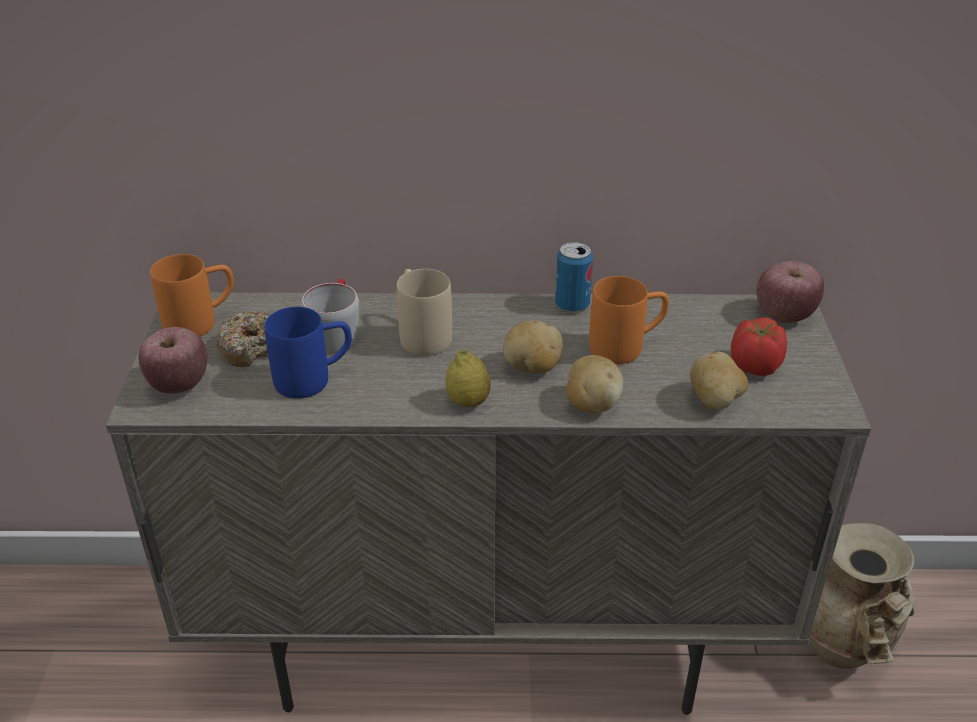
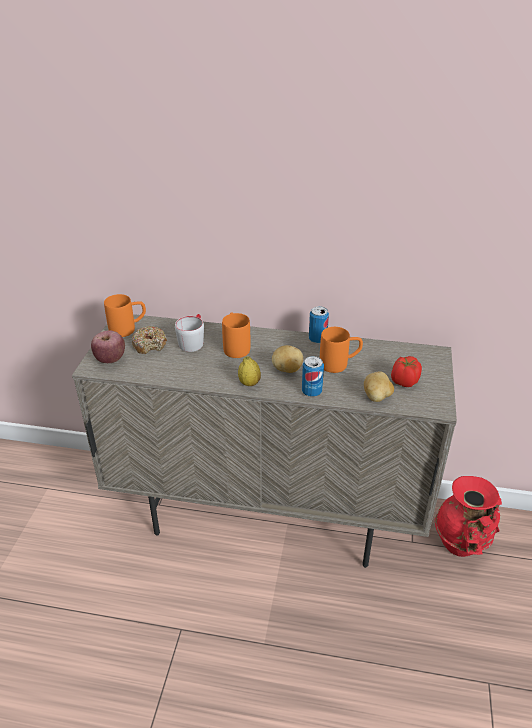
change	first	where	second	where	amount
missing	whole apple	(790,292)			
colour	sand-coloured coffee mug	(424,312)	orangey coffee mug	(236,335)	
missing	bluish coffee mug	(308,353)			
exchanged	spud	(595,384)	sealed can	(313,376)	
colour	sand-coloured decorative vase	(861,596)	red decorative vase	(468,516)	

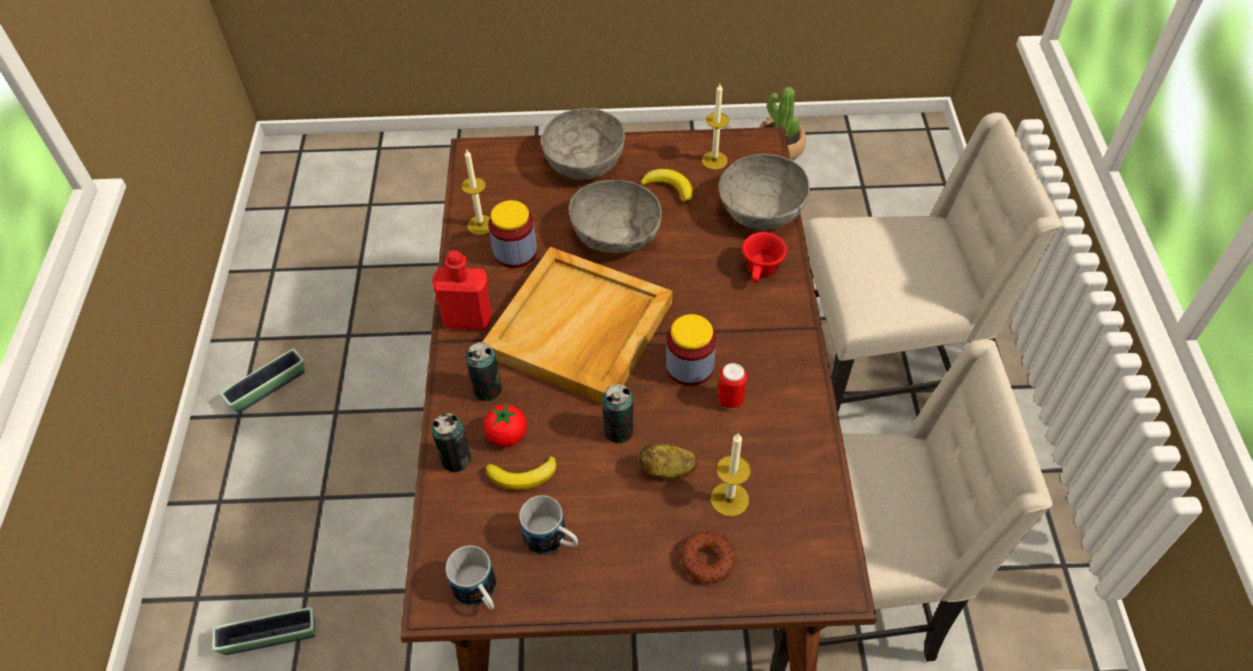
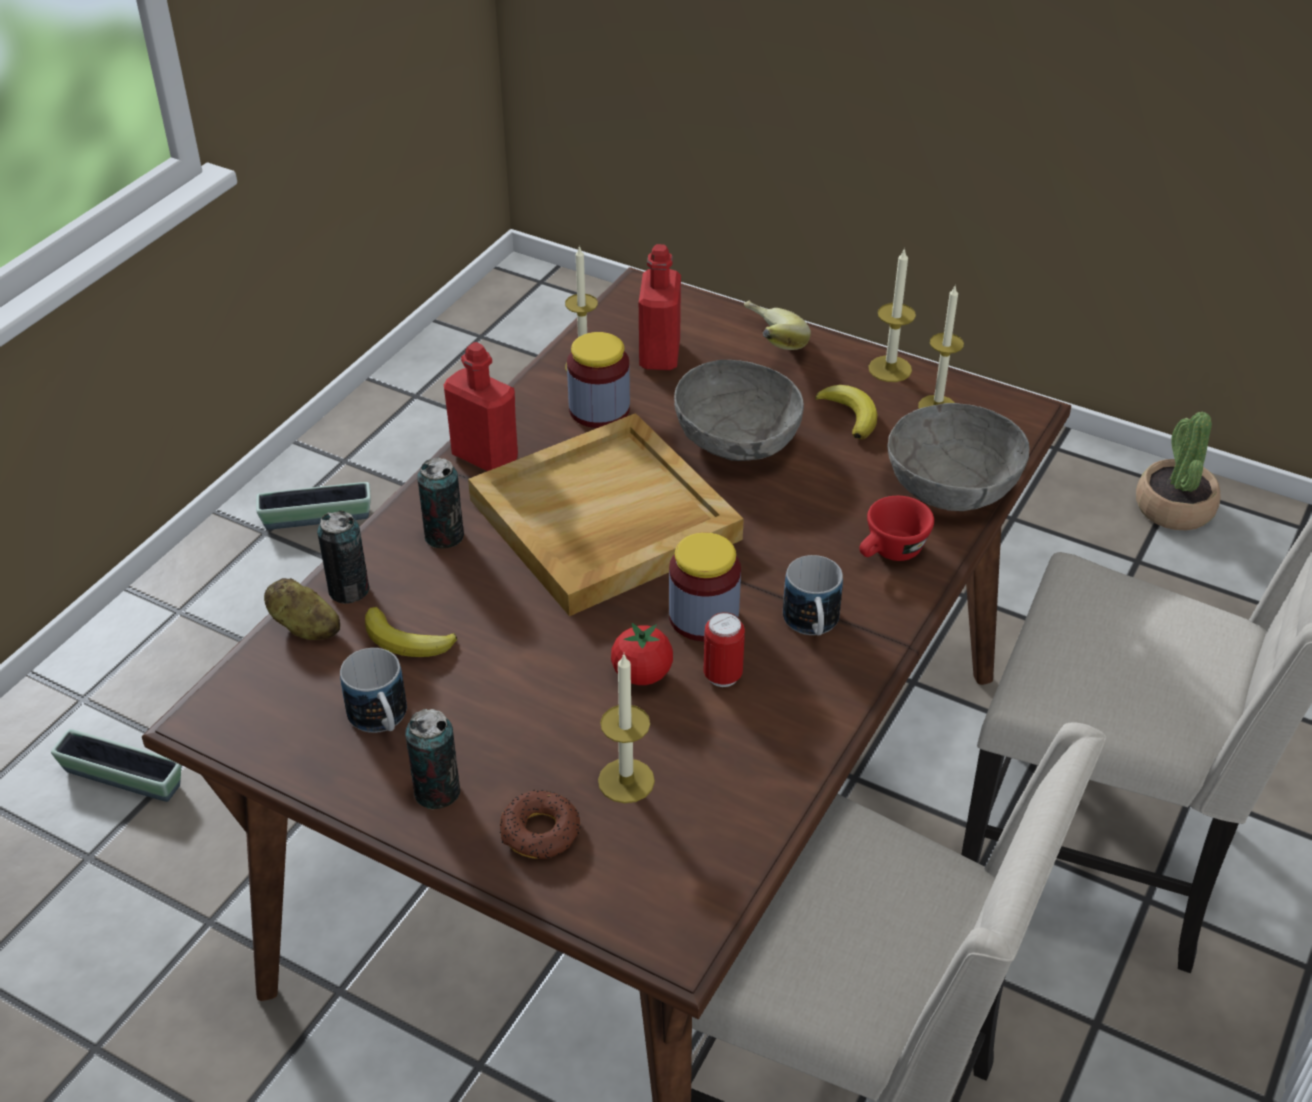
change	first	where	second	where	amount
exchanged	grey bowl	(583,144)	whole banana	(777,325)	
relocated	sealed can	(617,413)		(432,759)	
relocated	fresh tomato	(505,425)		(642,654)	
relocated	spud	(668,461)		(302,609)	
relocated	coffee mug	(471,577)		(813,595)	
appeared			red beverage bottle	(660,307)	
appeared			wax candle	(892,315)	

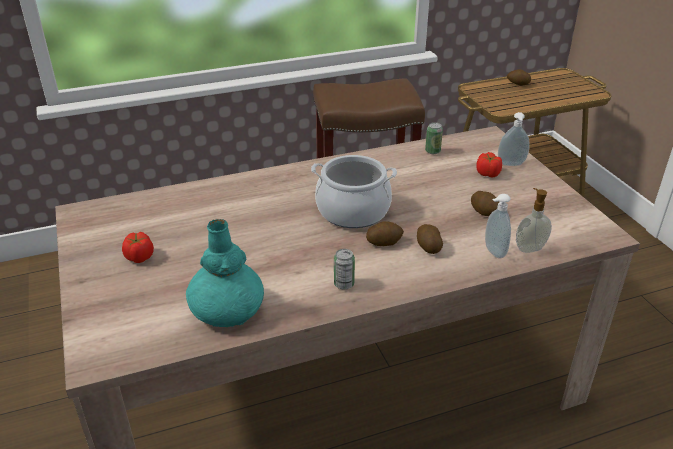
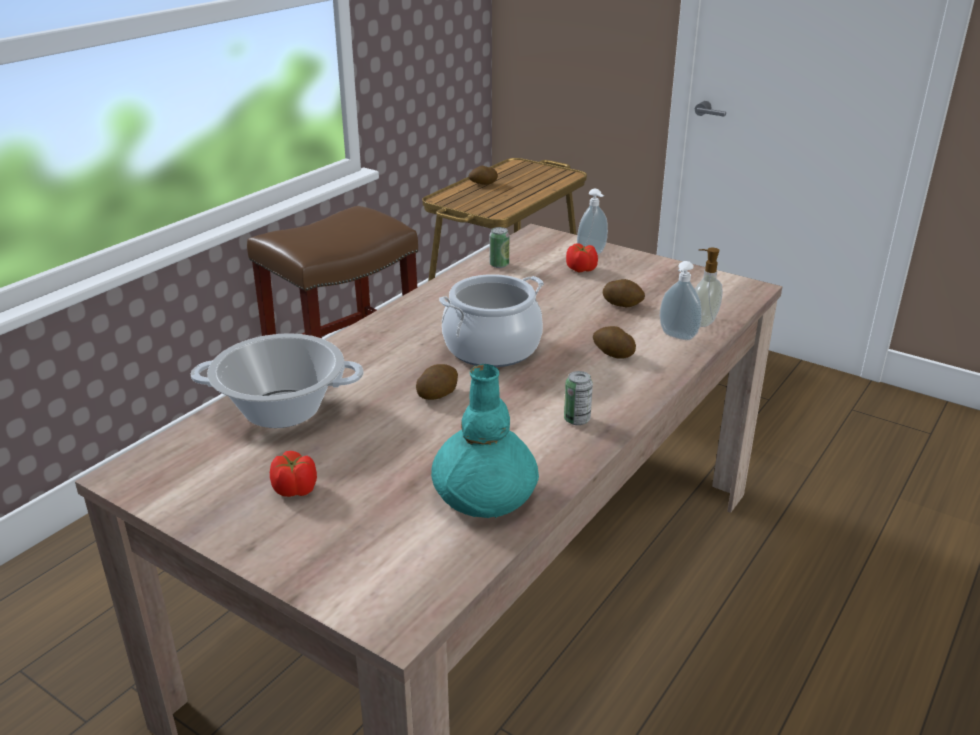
change	first	where	second	where	amount
relocated	spud	(385,233)		(437,382)	
appeared			saucepot	(277,380)	

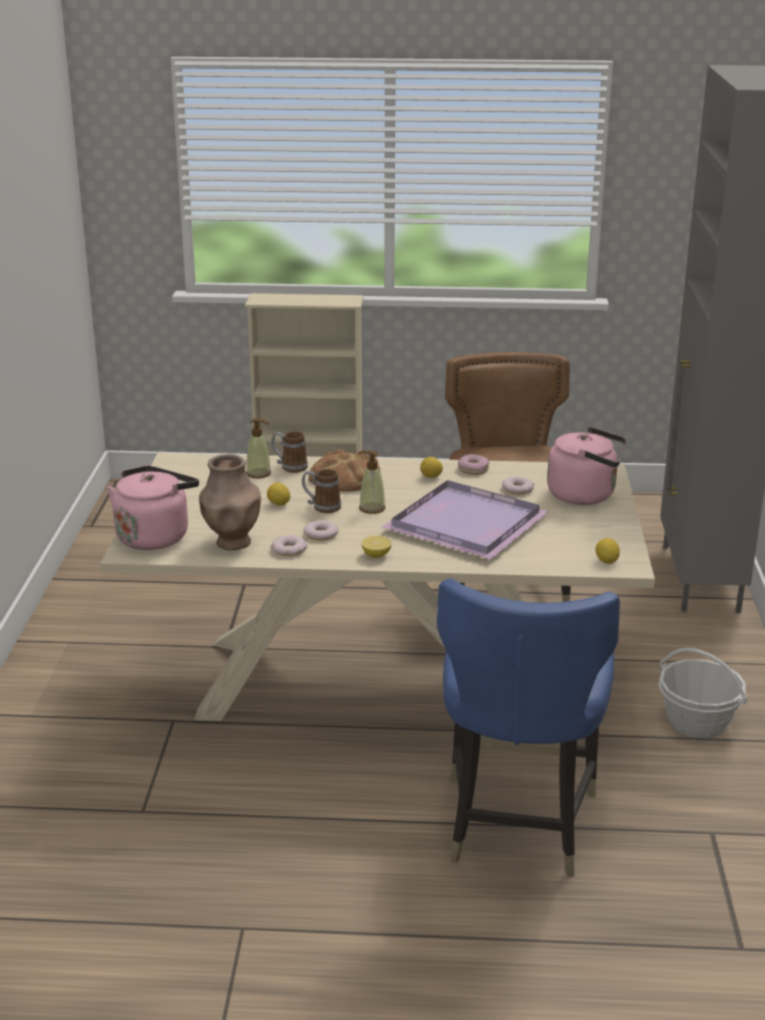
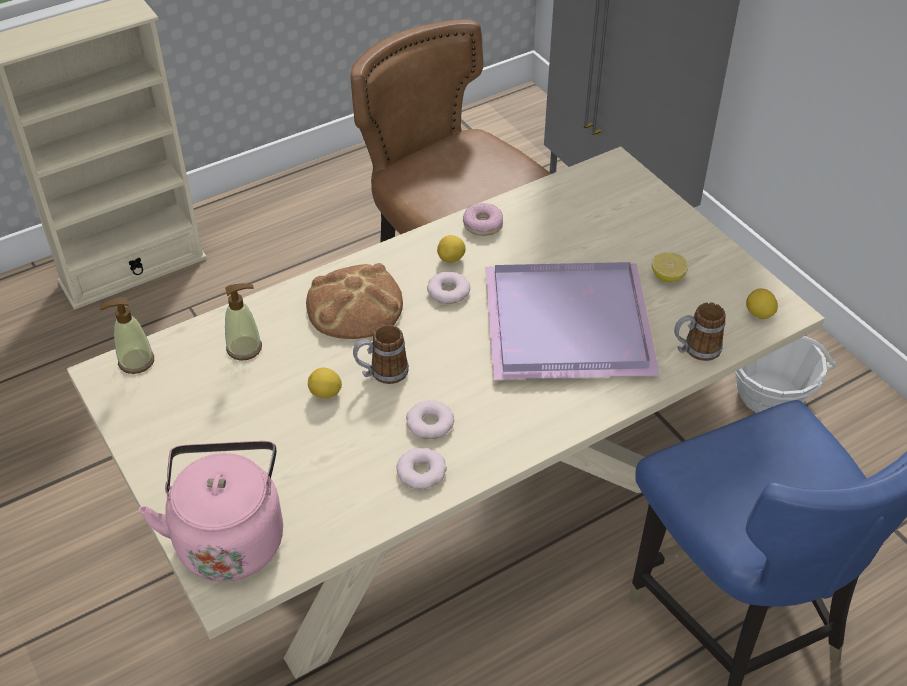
change	first	where	second	where	amount
missing	pink tea kettle	(586,466)			
relocated	coffee mug	(289,452)		(700,331)	
relocated	soap dispenser	(371,482)		(127,335)	
missing	brown-coloured decorative vase	(230,502)			
relocated	ring doughnut	(518,485)		(448,288)	
relocated	whole lemon	(376,547)		(670,267)	

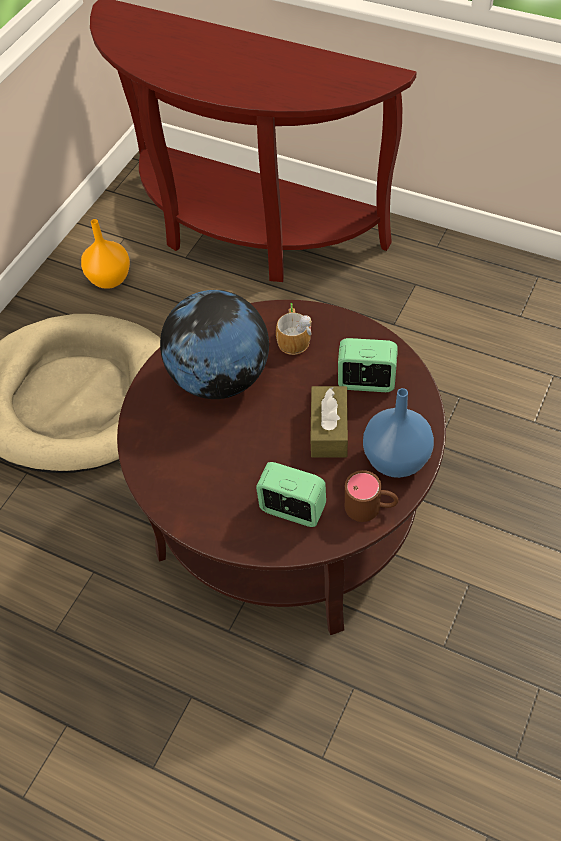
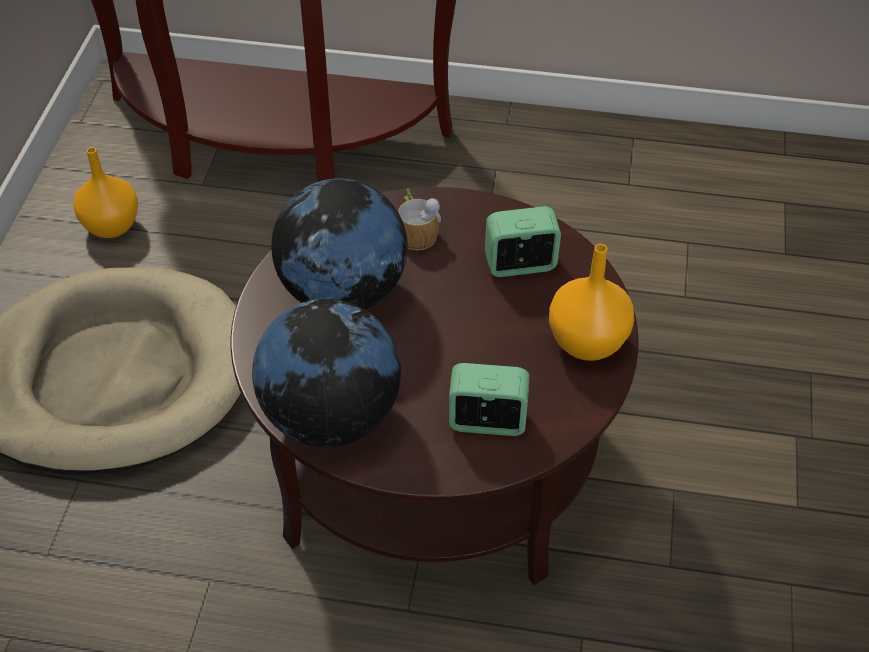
change	first	where	second	where	amount
missing	brown-coloured box of tissues	(329,421)			
colour	bluish decorative vase	(398,433)	orangey decorative vase	(591,302)	
missing	brown-coloured coffee mug	(371,496)			
appeared			desk globe	(326,373)	

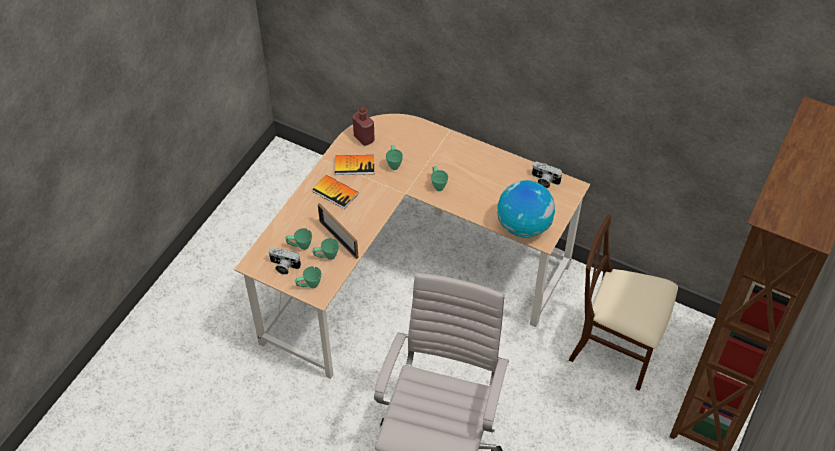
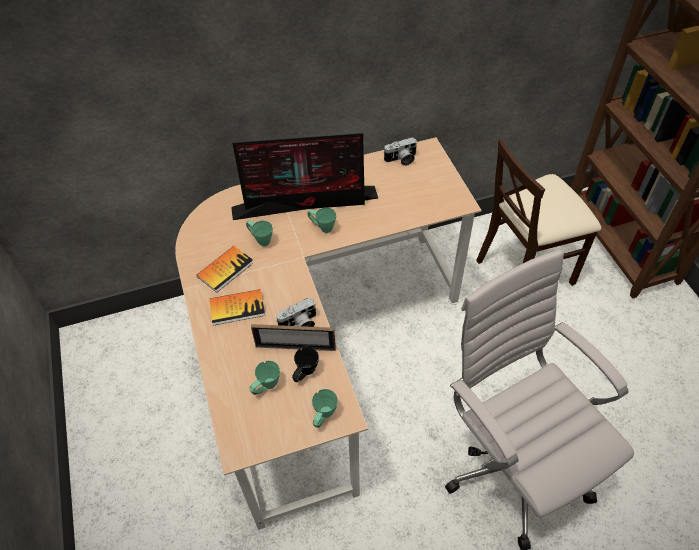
change	first	where	second	where	amount
missing	red beverage bottle	(363,126)			
missing	desk globe	(526,209)			
colour	green coffee mug	(325,249)	black-coloured coffee mug	(305,364)	
relocated	still camera	(284,261)		(296,312)	
appeared			computer display	(304,176)	

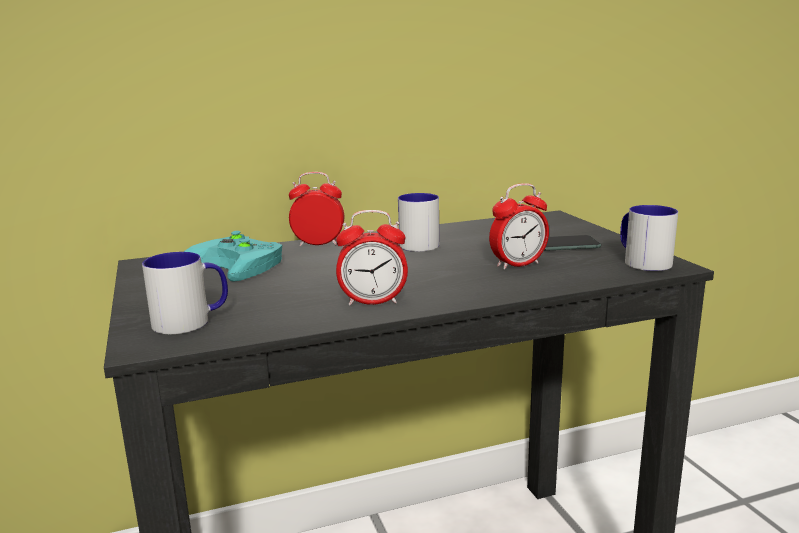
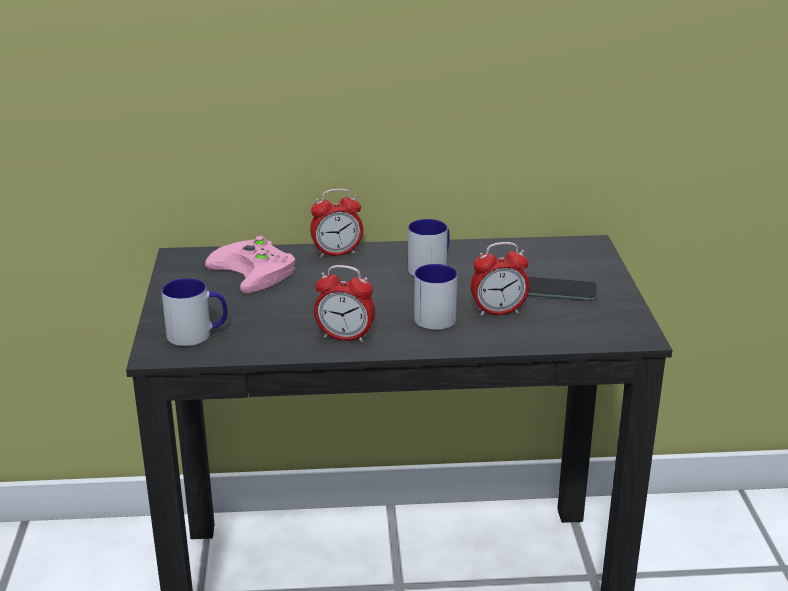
change	first	where	second	where	amount
spun	bedside clock	(316,209)		(336,223)	150 degrees clockwise
relocated	coffee mug	(649,238)		(436,297)	
colour	blue-green game controller	(233,256)	pink game controller	(250,264)	

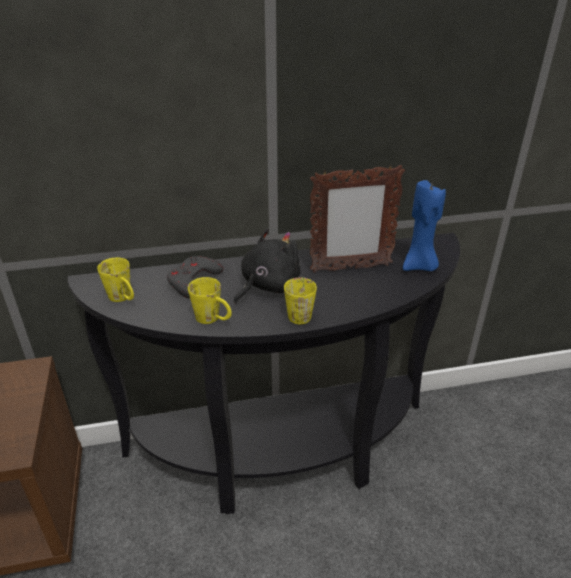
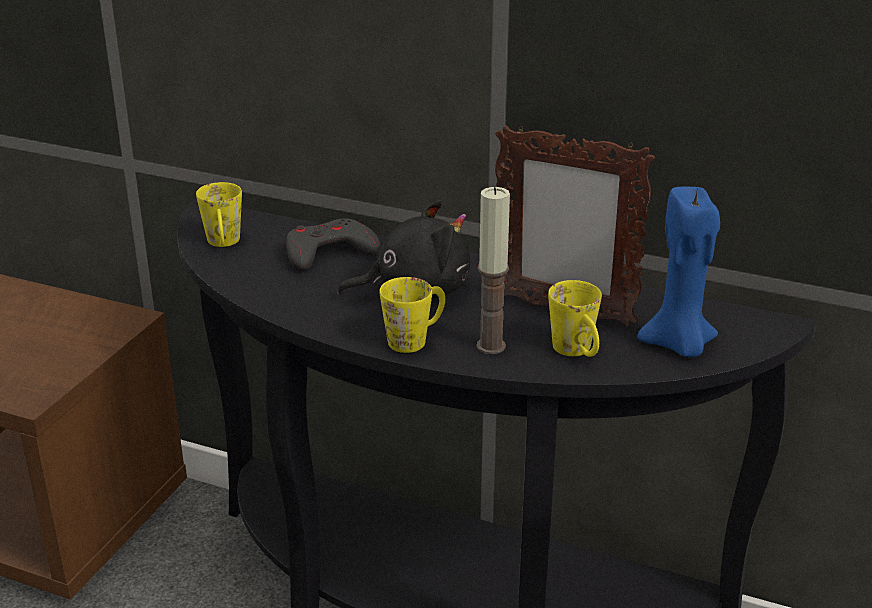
change	first	where	second	where	amount
relocated	yellowish coffee mug	(210,300)		(575,318)	
appeared			wax candle	(493,270)	

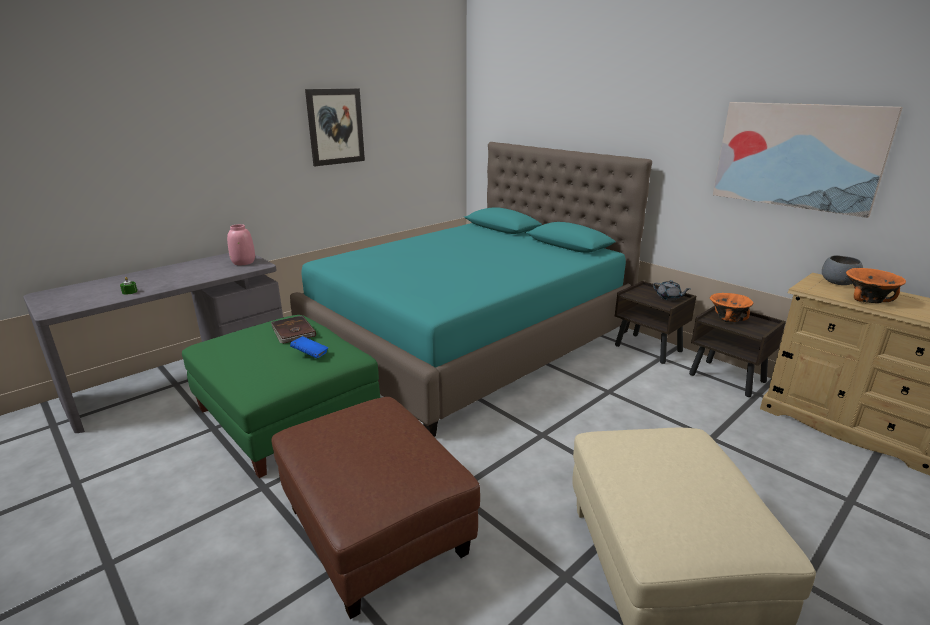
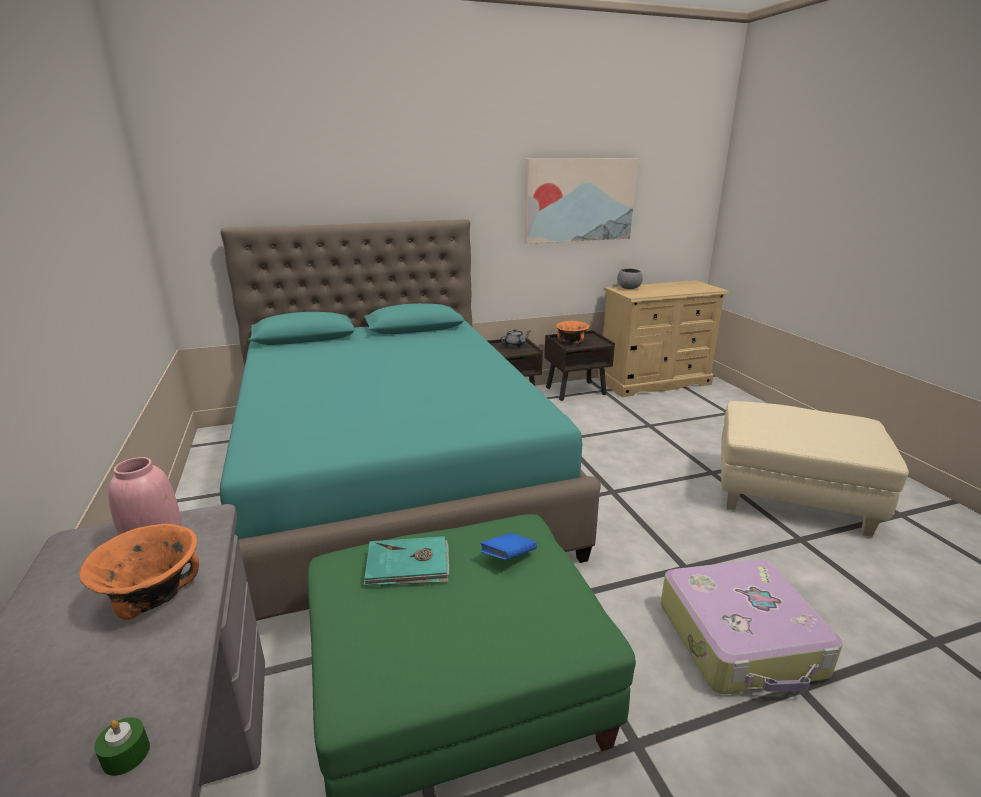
change	first	where	second	where	amount
missing	wall picture	(335,127)			
relocated	orangey bowl	(876,285)		(139,572)	
colour	brown-coloured volume	(293,329)	blue-green volume	(406,561)	
exchanged	brown-coloured footrest	(375,508)	suitcase	(752,626)	

